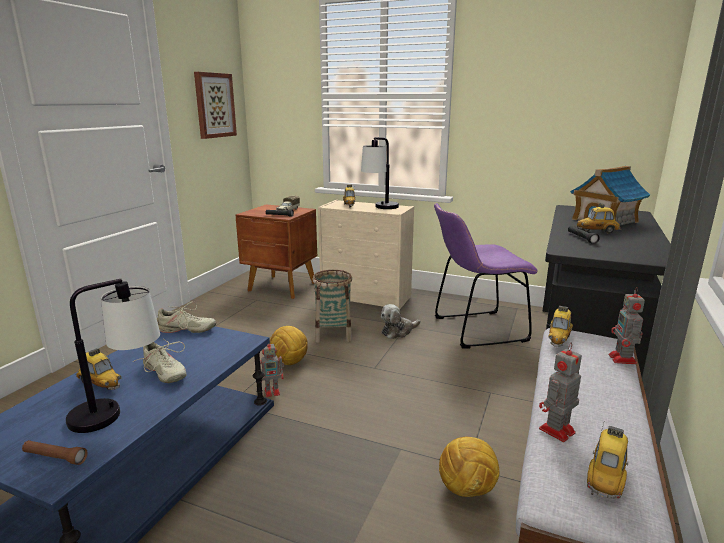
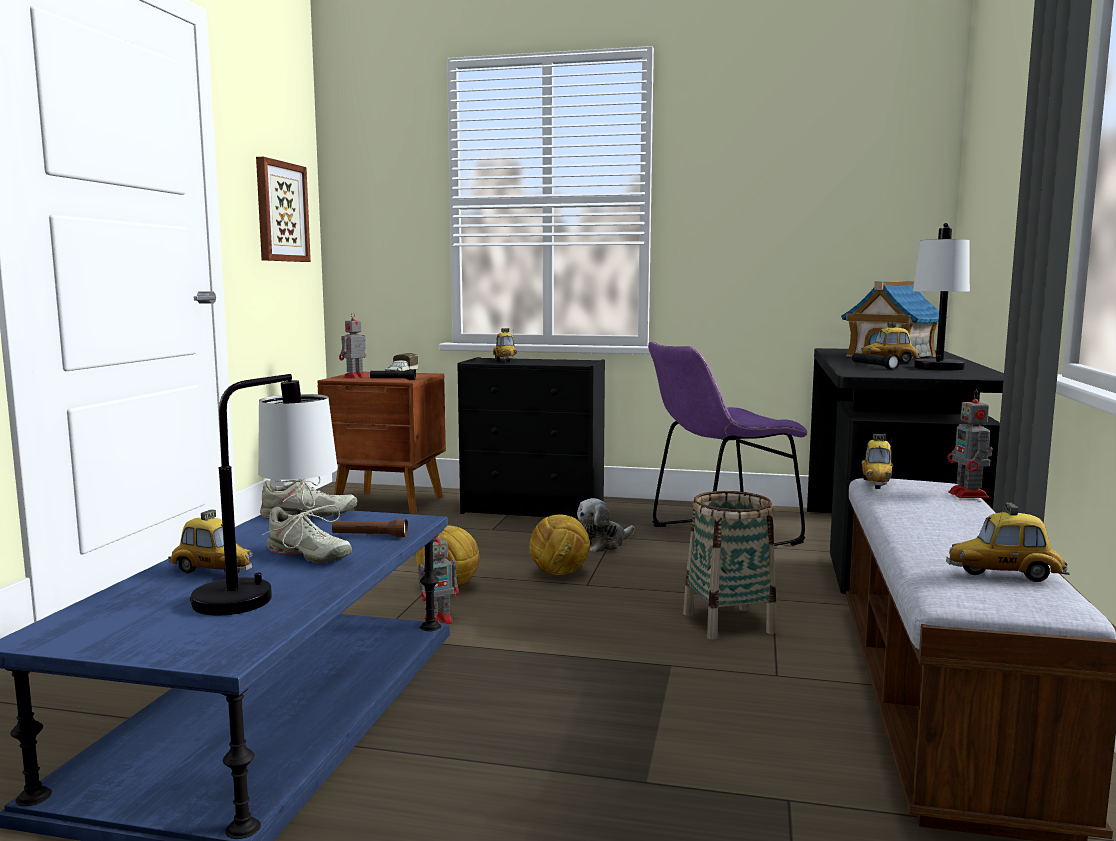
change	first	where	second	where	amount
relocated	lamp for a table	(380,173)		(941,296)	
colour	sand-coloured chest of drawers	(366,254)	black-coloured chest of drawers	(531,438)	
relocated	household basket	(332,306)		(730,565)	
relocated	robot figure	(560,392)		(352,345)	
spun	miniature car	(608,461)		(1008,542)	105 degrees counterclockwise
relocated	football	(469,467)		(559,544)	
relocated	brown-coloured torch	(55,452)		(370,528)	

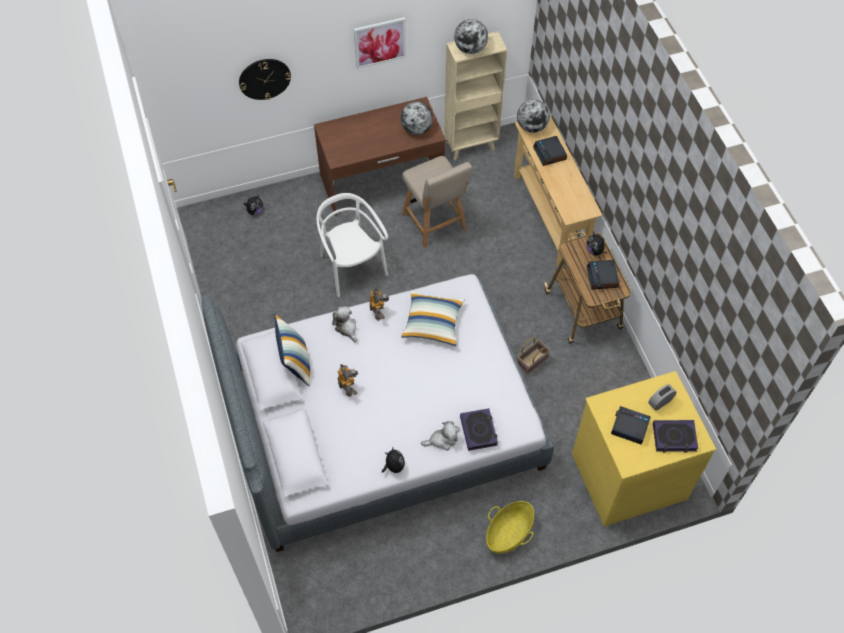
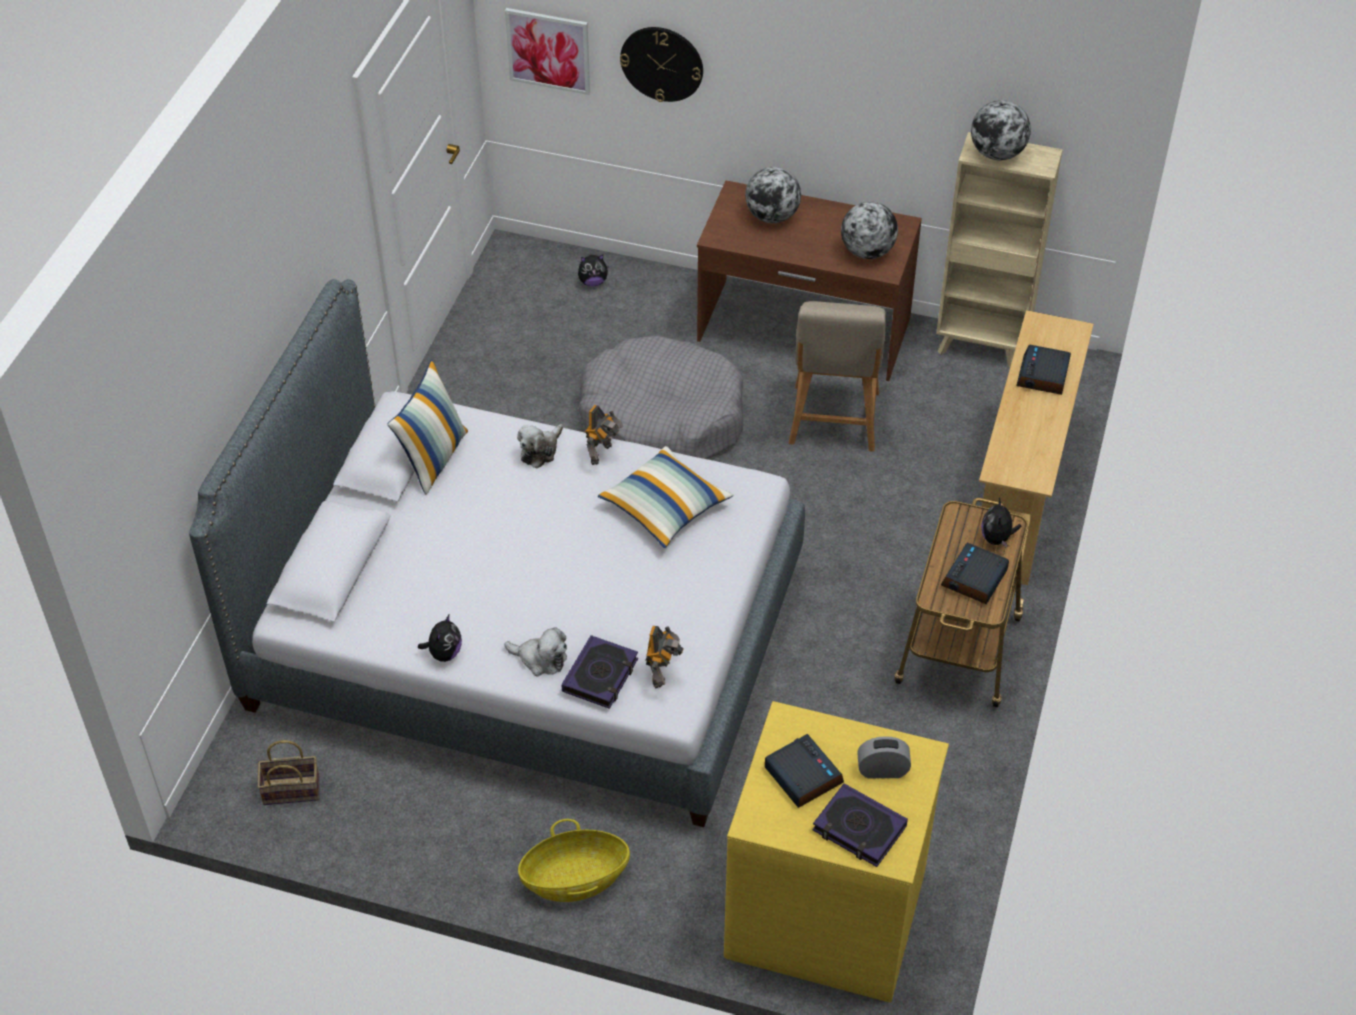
change	first	where	second	where	amount
relocated	wall picture	(380,43)		(547,51)	
relocated	desk globe	(533,116)		(773,195)	
exchanged	whitish upright chair	(352,245)	grey pet bed	(661,397)	
spun	cuddly toy	(344,324)		(540,446)	150 degrees counterclockwise
relocated	household basket	(533,356)		(288,772)	
relocated	robot figure	(347,380)		(665,657)	

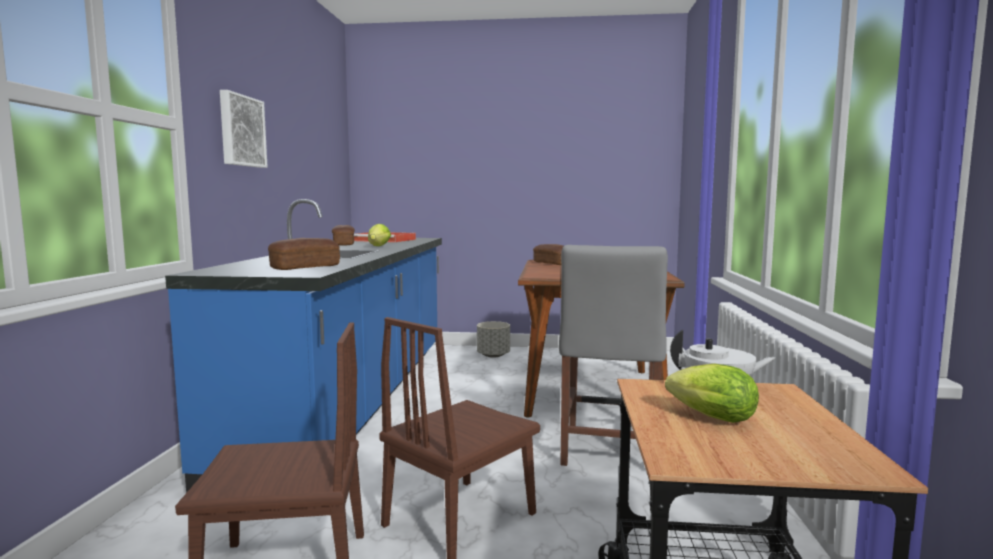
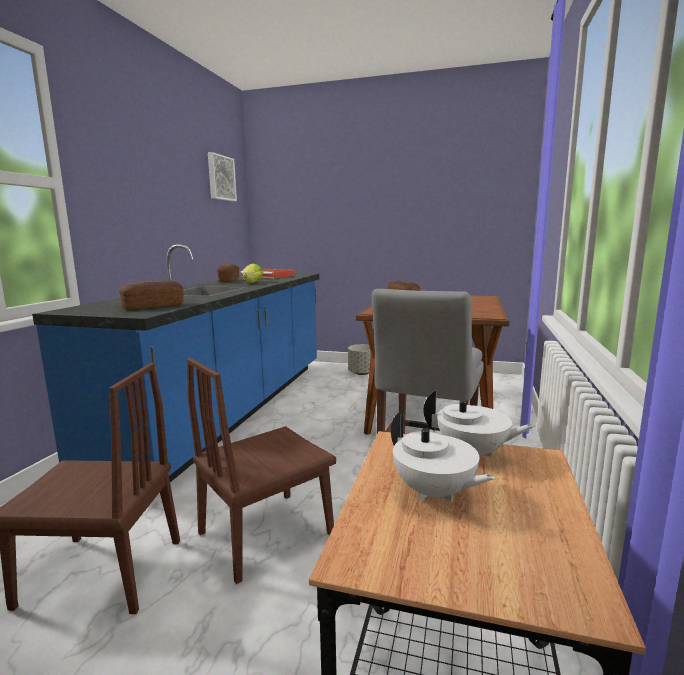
change	first	where	second	where	amount
relocated	wall picture	(244,129)		(222,176)	
exchanged	lettuce head	(712,393)	whitish teapot	(443,456)	

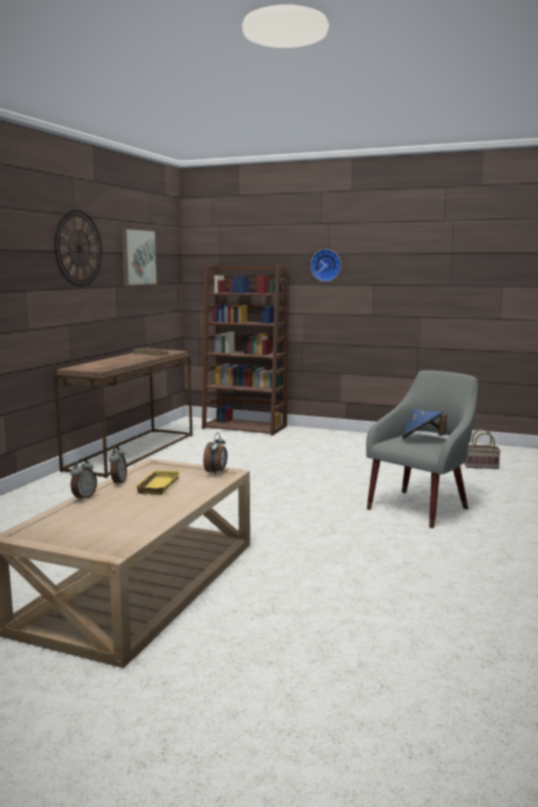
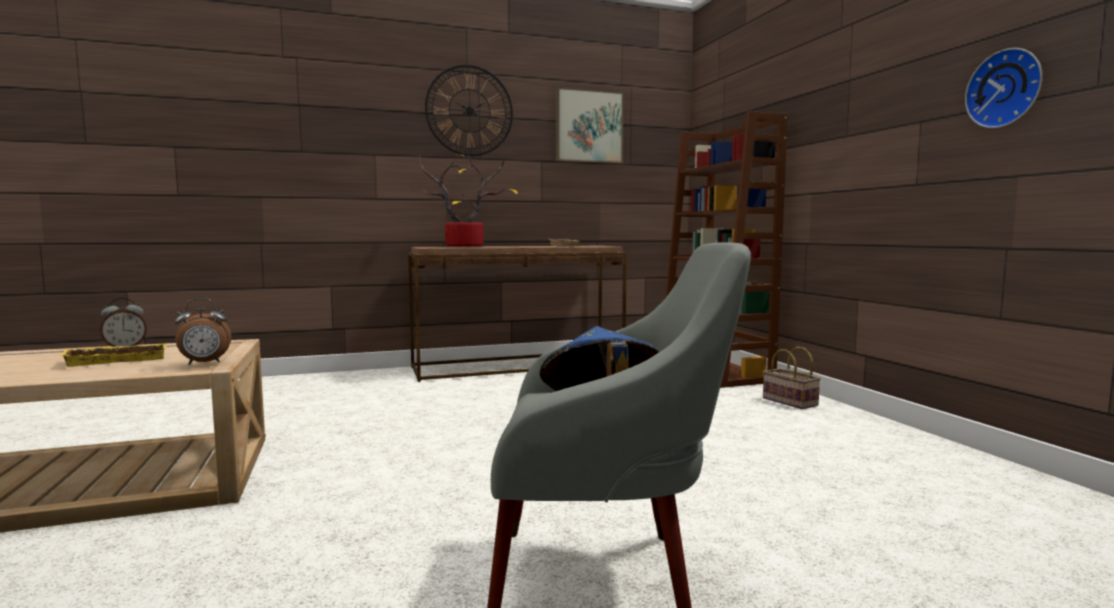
change	first	where	second	where	amount
relocated	hanging clock	(326,265)		(1004,88)	
relocated	household basket	(482,449)		(792,378)	
missing	bedside clock	(84,480)			
appeared			potted plant	(464,200)	

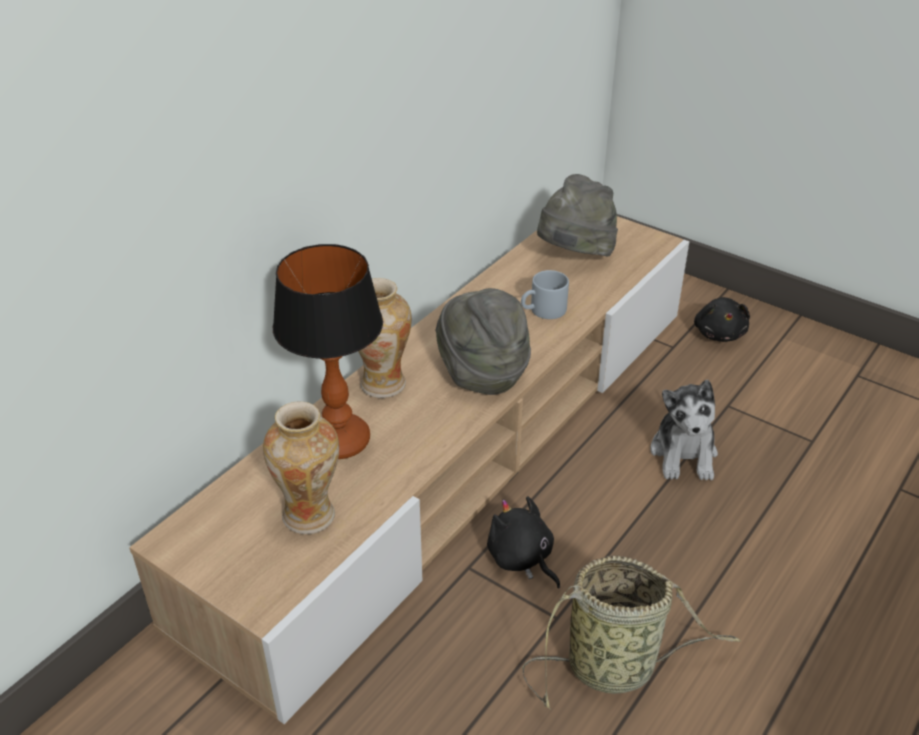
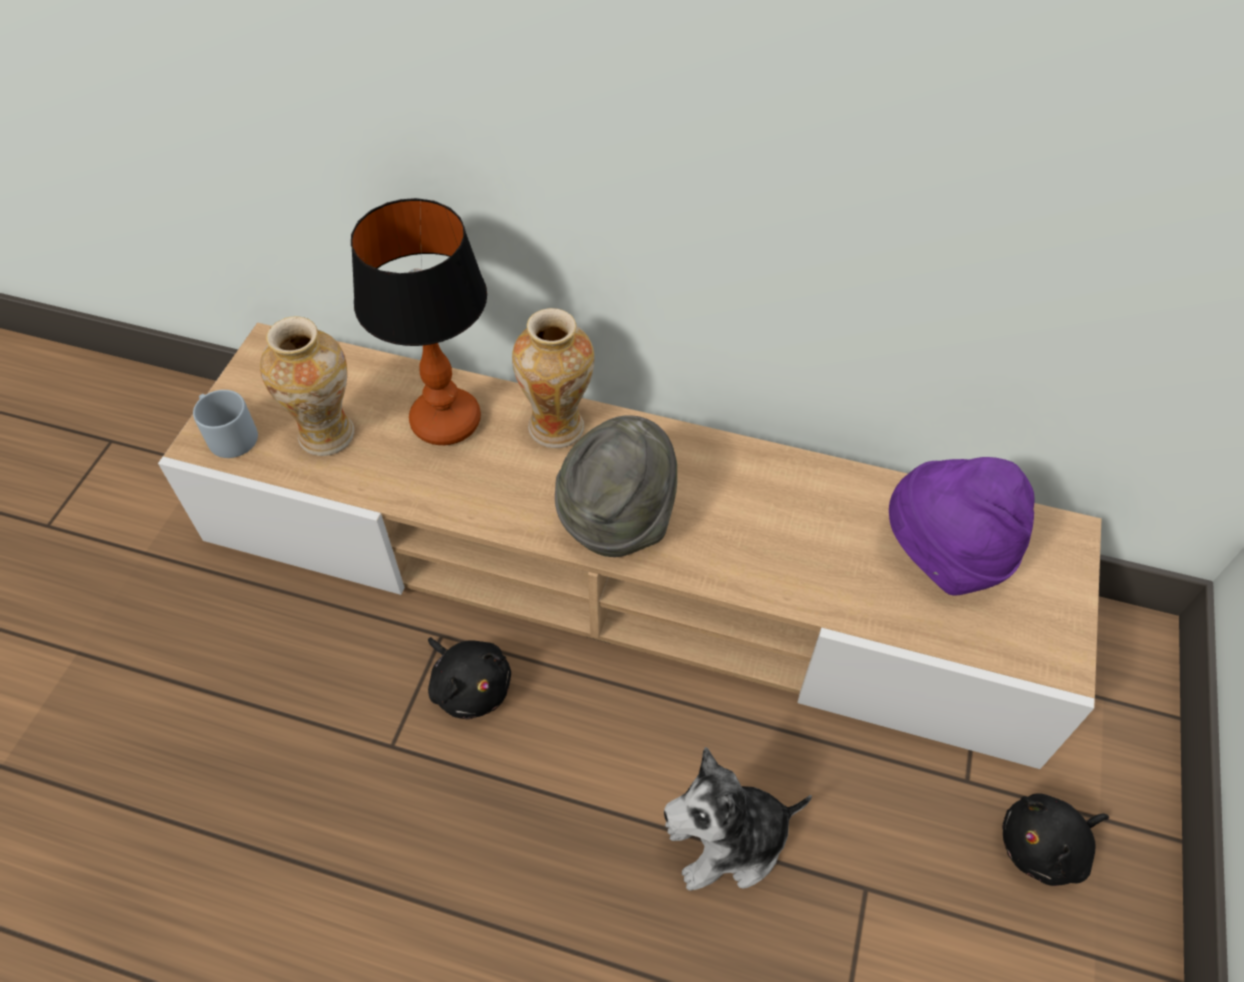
change	first	where	second	where	amount
colour	grey hat	(577,215)	purple-coloured hat	(962,526)	
relocated	grey coffee mug	(545,294)		(225,424)	
spun	black-coloured cuddly toy	(523,542)		(469,678)	105 degrees clockwise
missing	household basket	(631,632)			

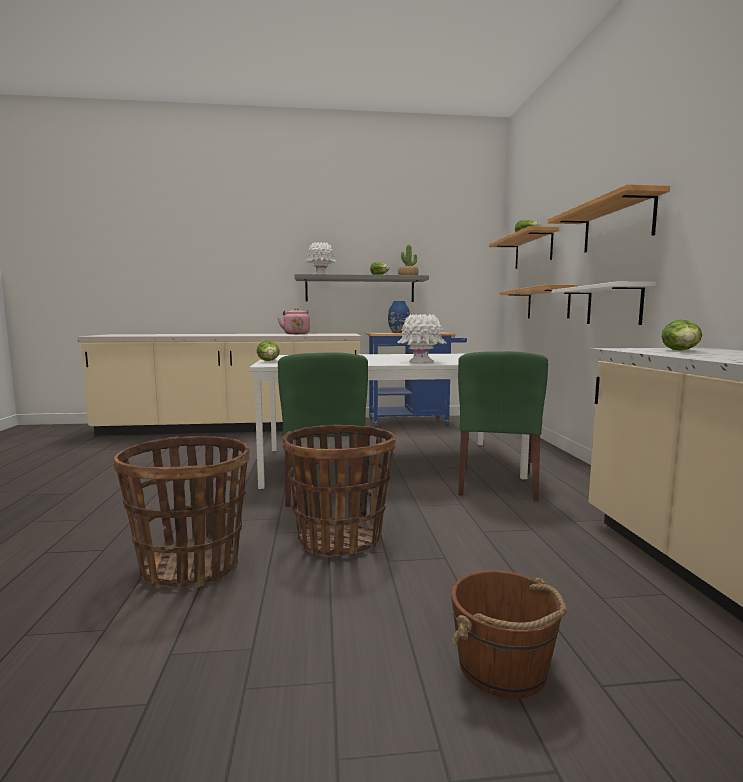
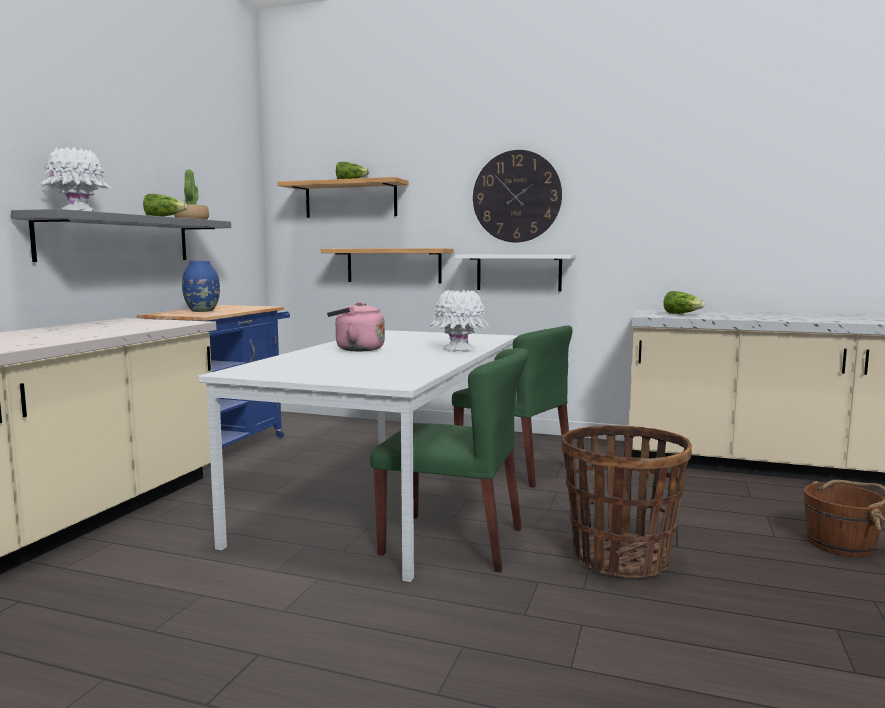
change	first	where	second	where	amount
exchanged	shelf	(609,218)	hanging clock	(517,196)	
relocated	pink tea kettle	(293,321)		(356,326)	
missing	lettuce head	(268,350)			
missing	household basket	(181,512)			

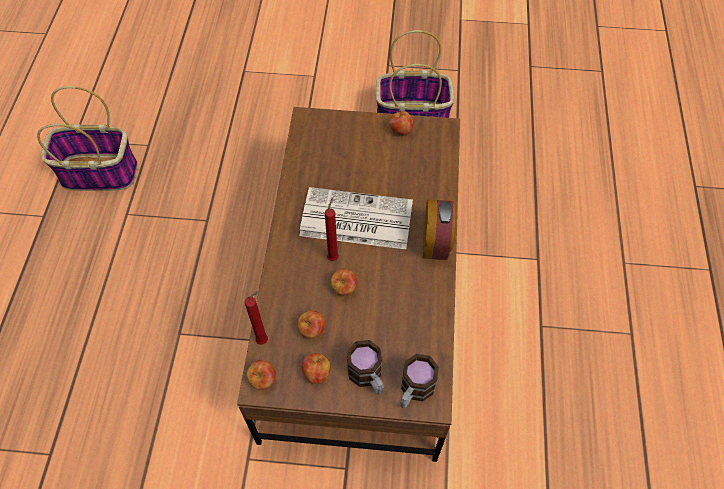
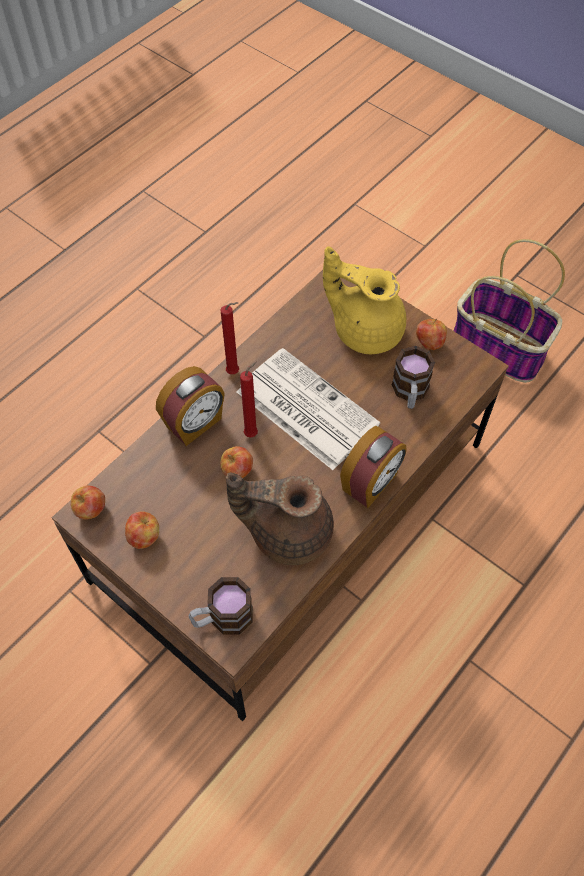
change	first	where	second	where	amount
missing	household basket	(87,138)			
relocated	red wax candle	(256,318)		(229,338)	
missing	whole apple	(311,324)			
relocated	coffee mug	(365,367)		(413,377)	
appeared			yellowish teapot	(364,300)	
appeared			bedside clock	(190,406)	
appeared			brown-coloured teapot	(280,519)	

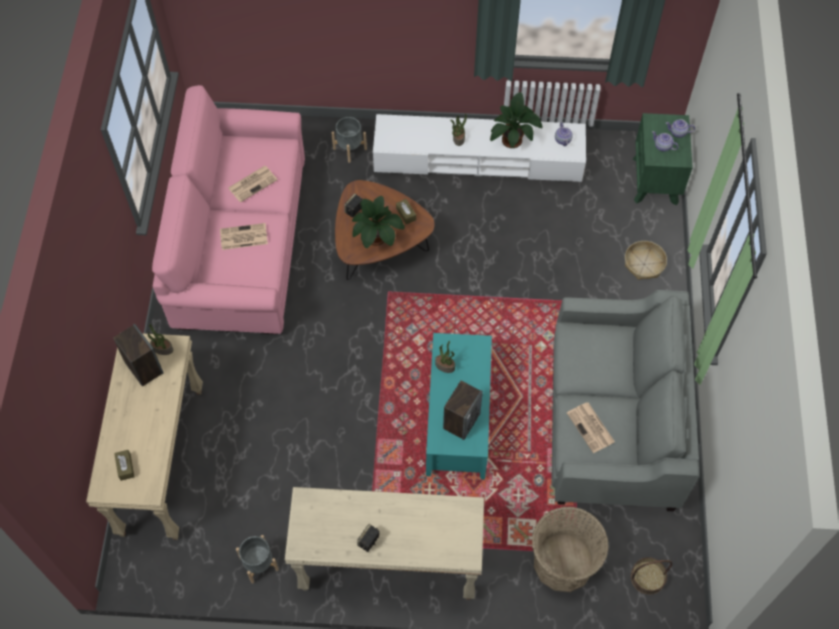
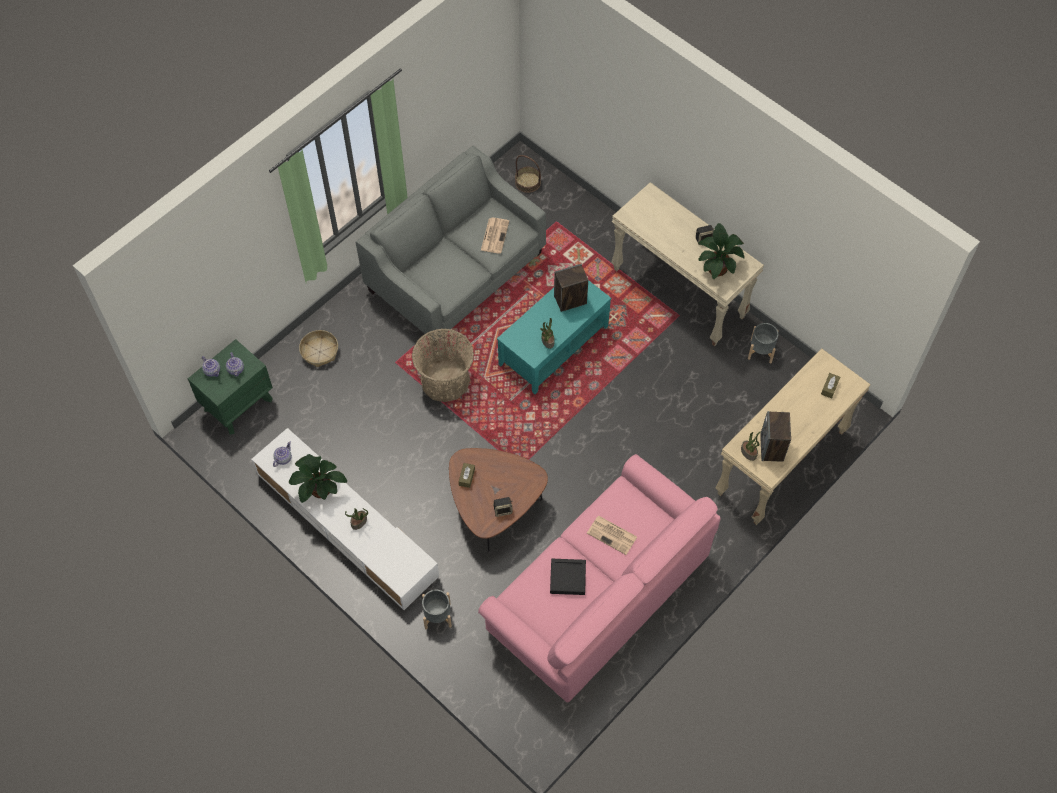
change	first	where	second	where	amount
exchanged	printed paper	(252,184)	black-coloured tray	(568,577)	
relocated	potted plant	(378,222)		(721,251)	
relocated	household basket	(570,549)		(443,365)	

